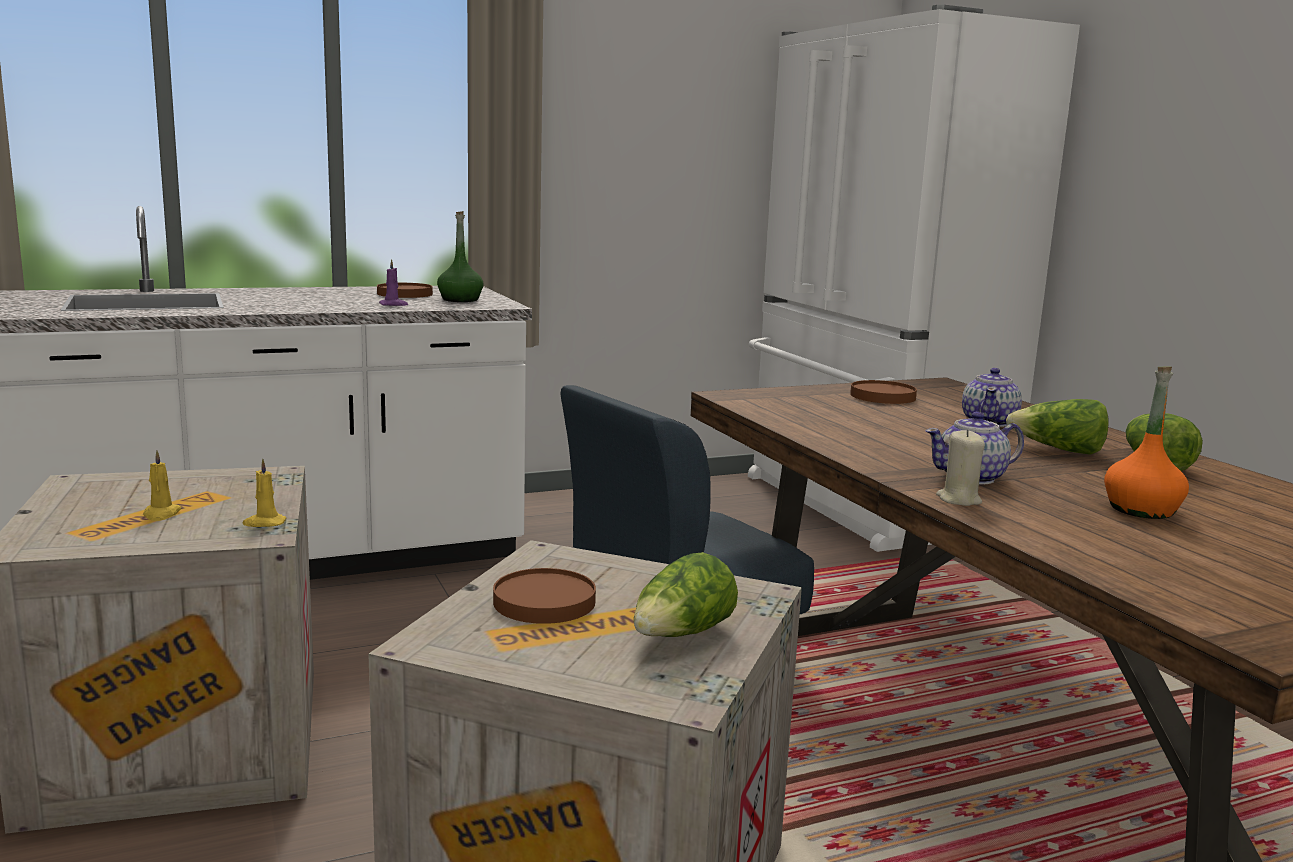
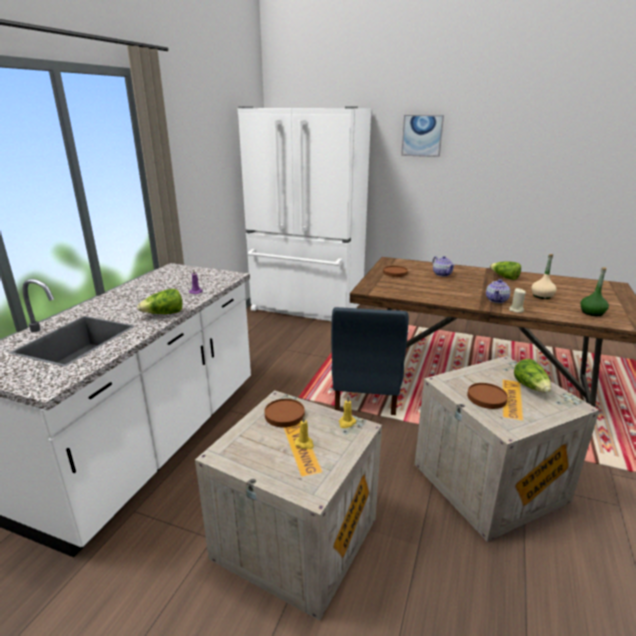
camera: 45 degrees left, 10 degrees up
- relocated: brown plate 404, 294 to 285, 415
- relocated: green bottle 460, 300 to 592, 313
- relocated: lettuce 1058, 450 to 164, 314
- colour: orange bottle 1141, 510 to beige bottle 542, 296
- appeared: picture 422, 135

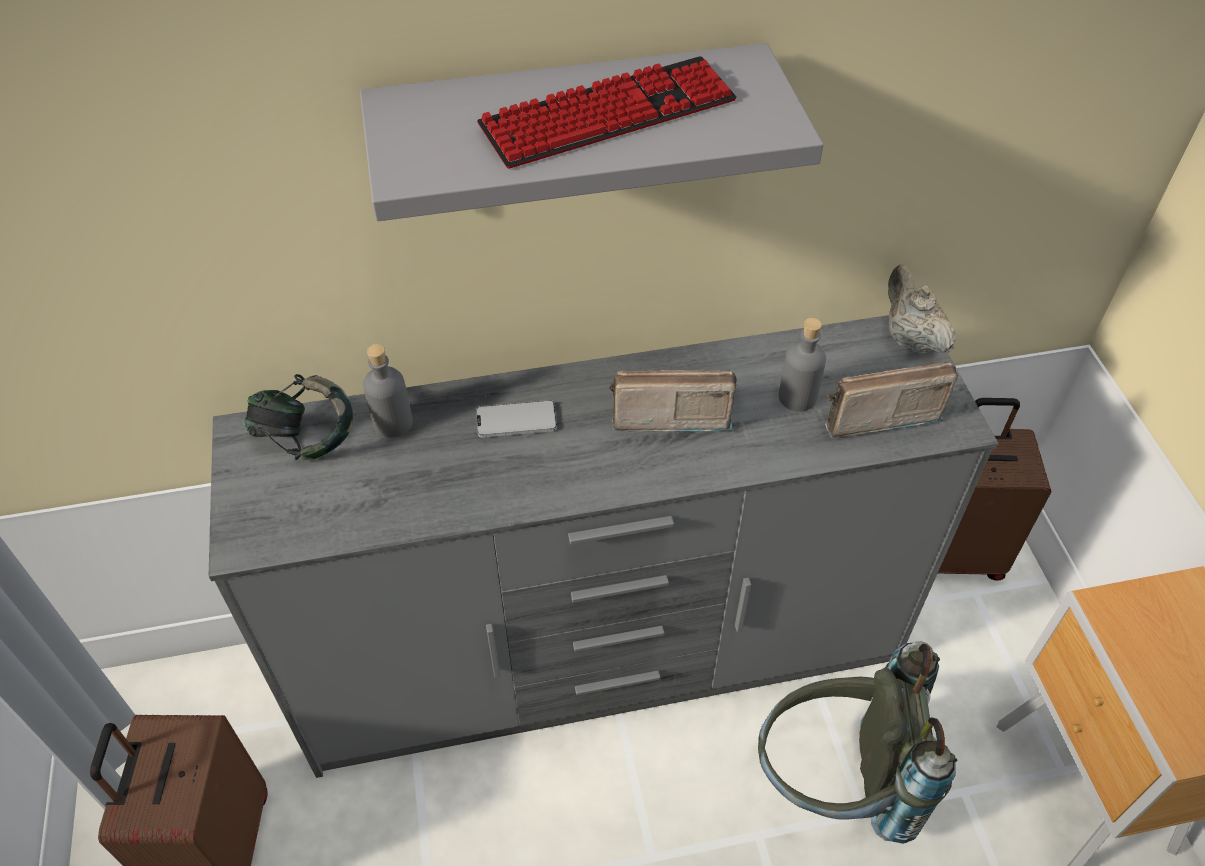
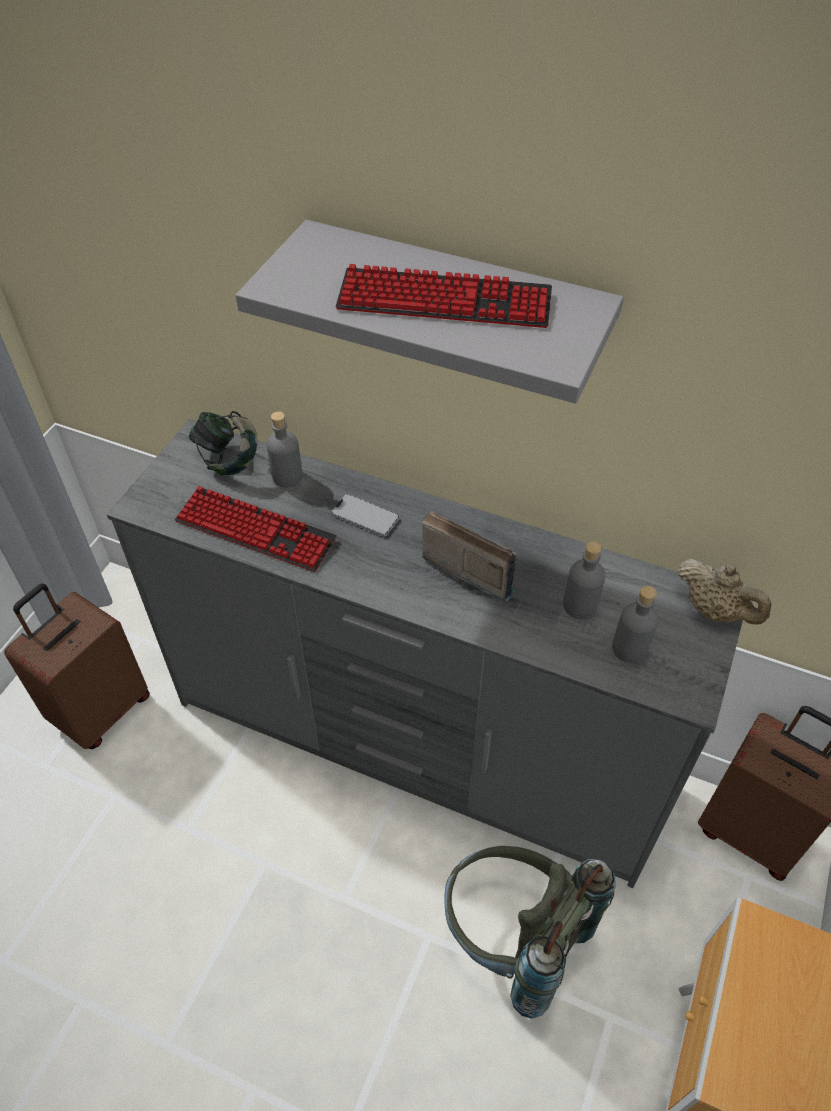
camera: 35 degrees right, 0 degrees up
- exchanged: radio 872, 412 to grey bottle 629, 649
- spun: beige teapot 910, 339 = 714, 610 120 degrees clockwise
- appeared: keyboard 255, 531

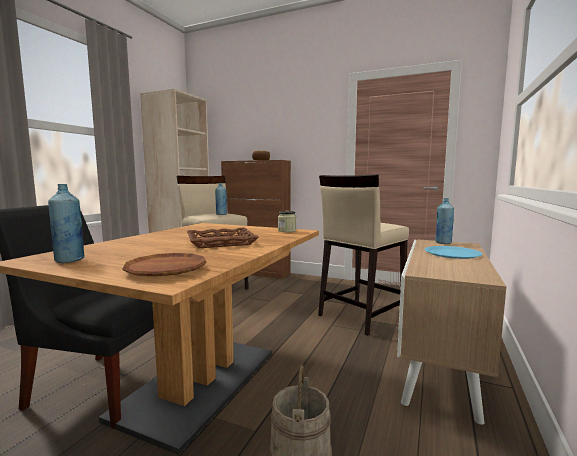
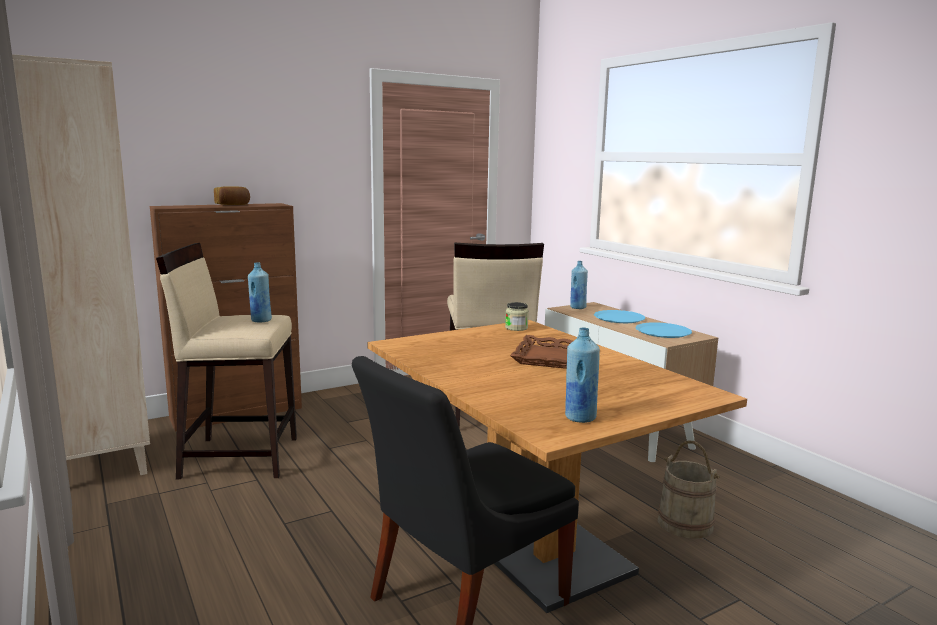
camera: 55 degrees left, 5 degrees up
- missing: brown plate 166, 270
- appeared: blue plate 663, 331

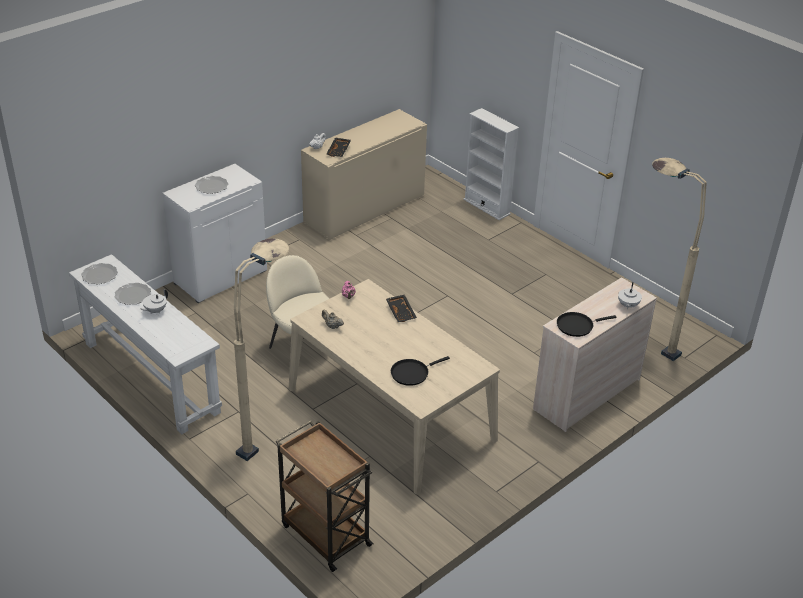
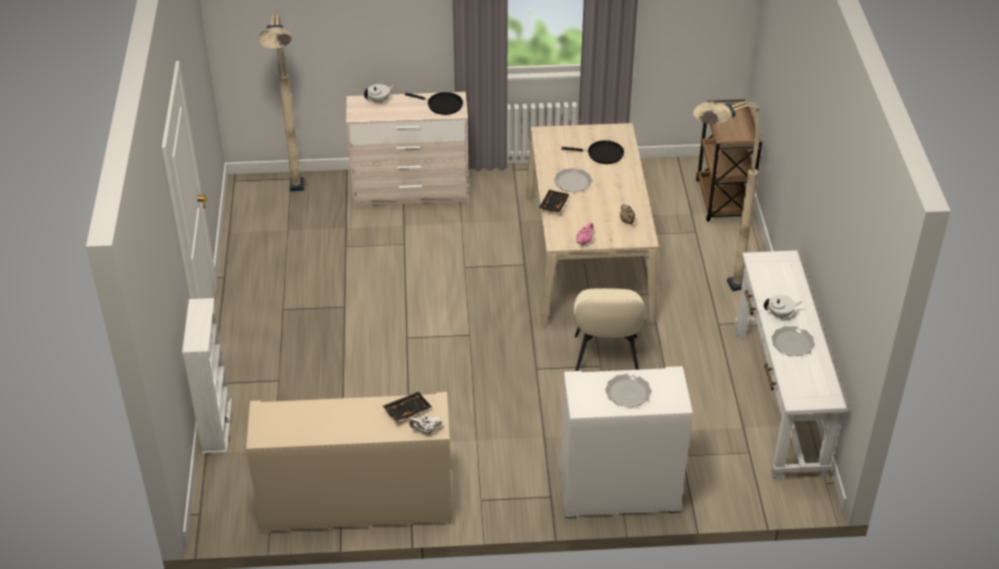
camera: 140 degrees left, 5 degrees up
- relocated: plate 99, 275 to 573, 181

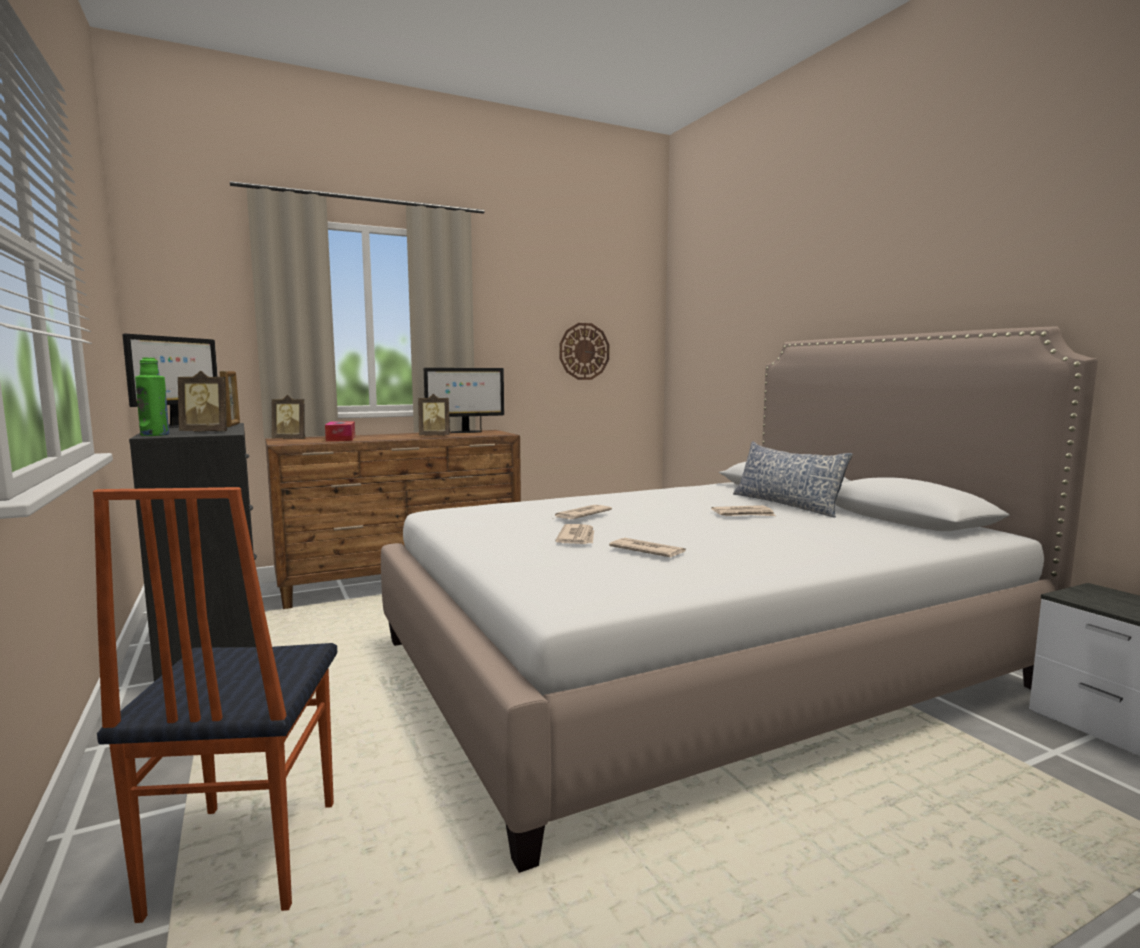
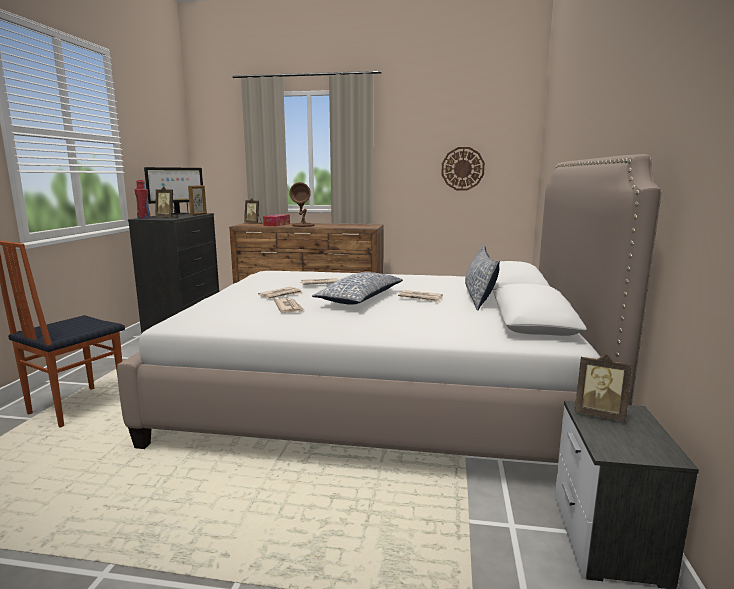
camera: 35 degrees right, 5 degrees up
- colour: green bottle 155, 435 to red bottle 144, 218
- relocated: picture frame 434, 436 to 599, 414
- missing: monitor 465, 432
- appeared: brown table lamp 303, 225
- appeared: pillow 361, 299

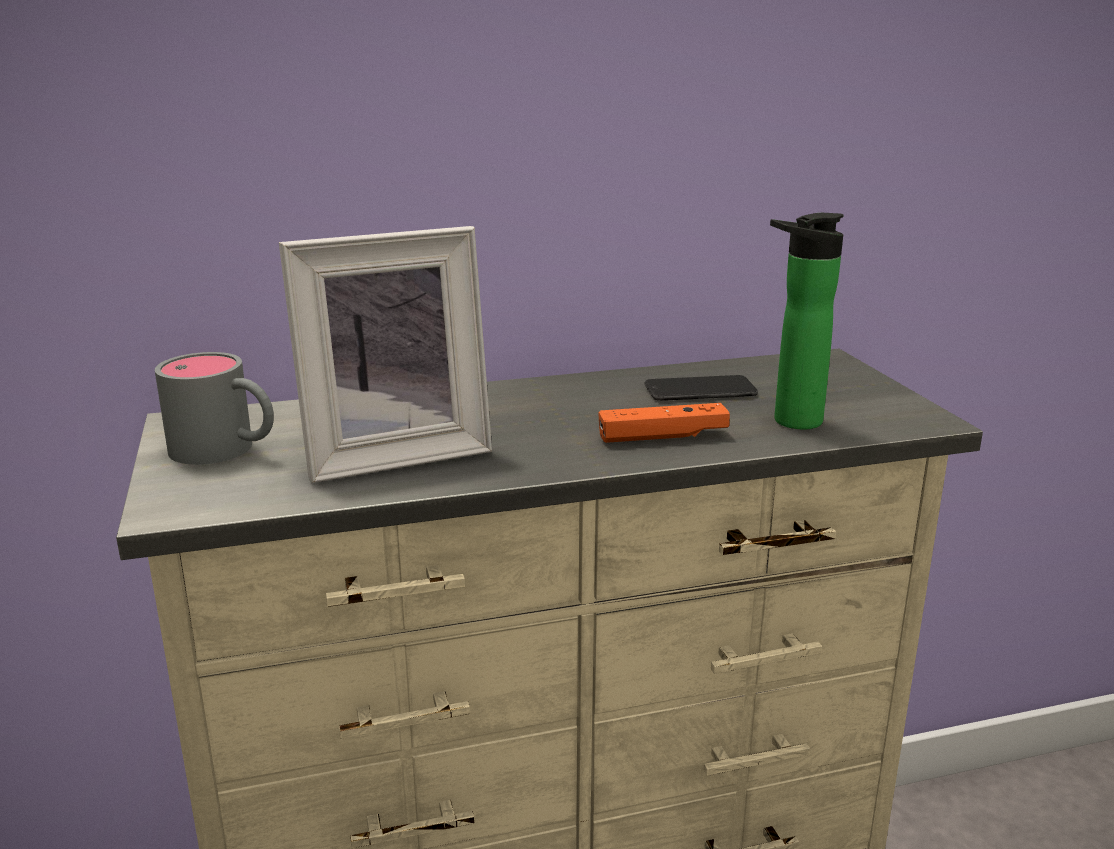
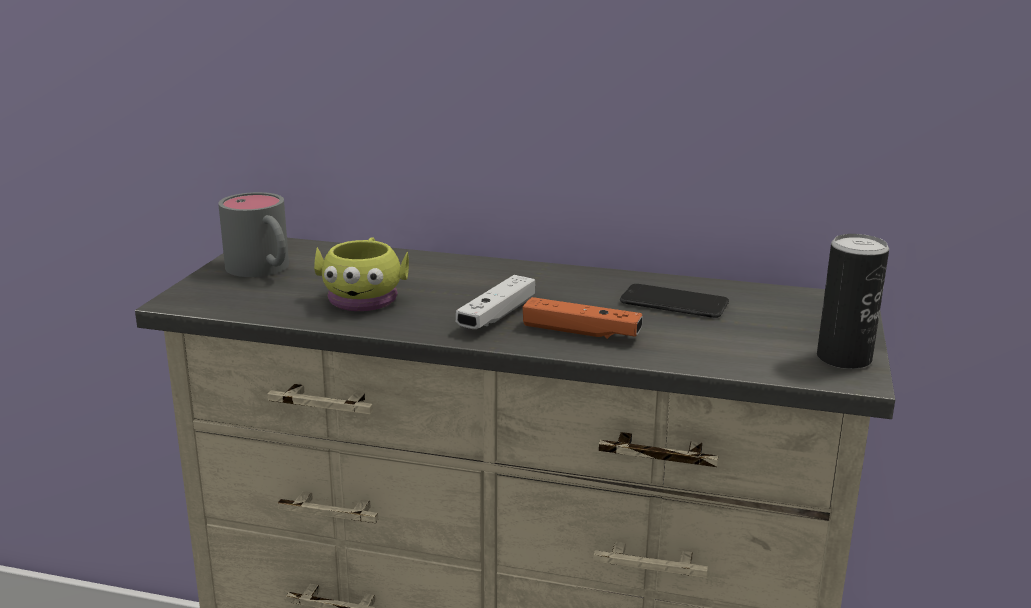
camera: 30 degrees right, 0 degrees up
- exchanged: picture frame 394, 453 to yellow mug 364, 297
- missing: bottle 791, 422
- appeared: white game controller 497, 316
- appeared: can 844, 358

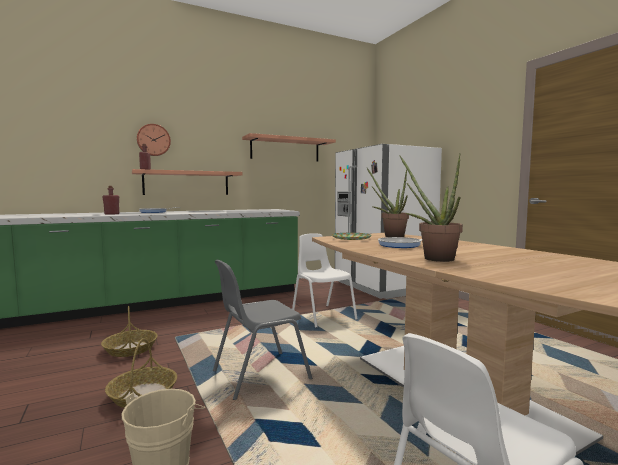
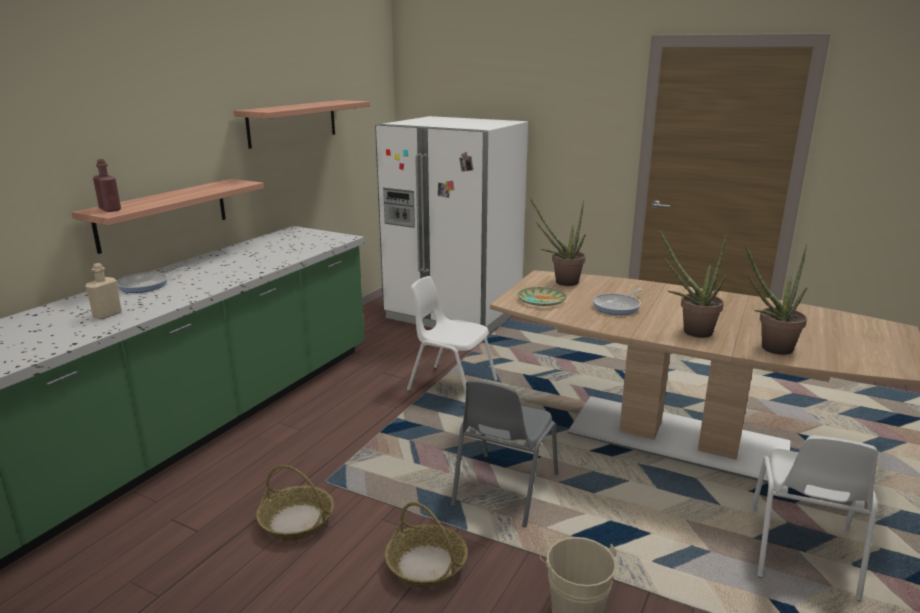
camera: 35 degrees left, 15 degrees up
- colour: red bottle 111, 214 to beige bottle 107, 314
- missing: wall clock 153, 140
- appeared: potted plant 770, 349

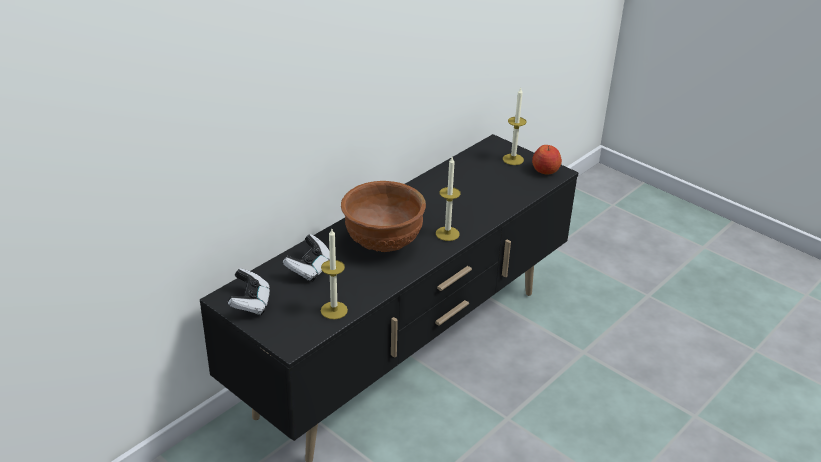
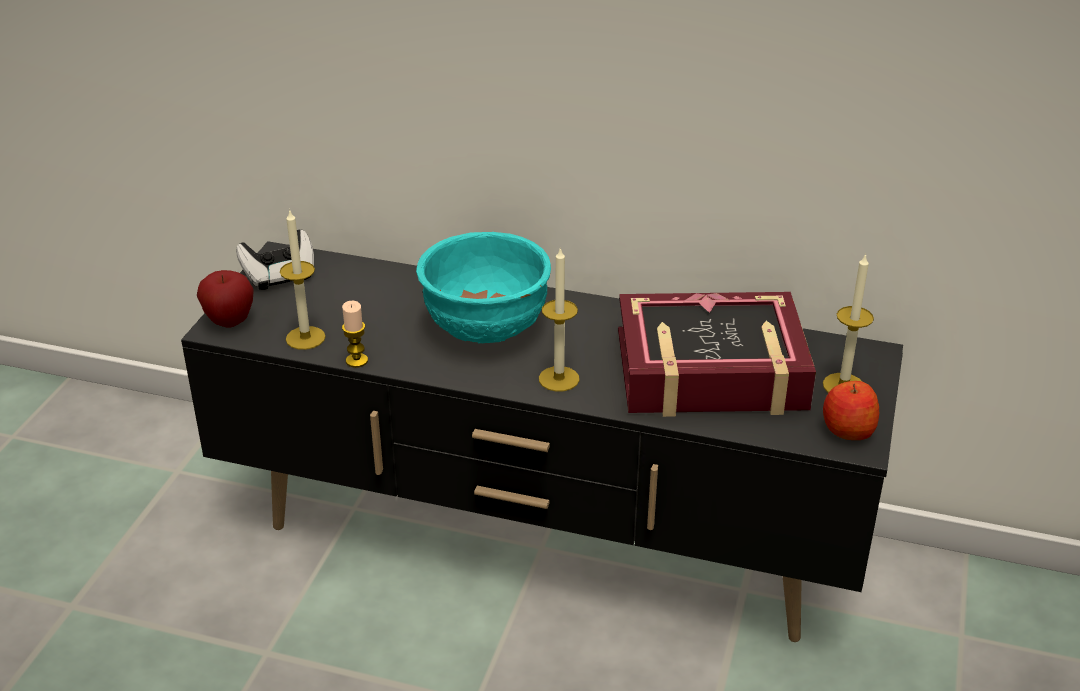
camera: 65 degrees right, 0 degrees up
- missing: game controller 310, 269
- colour: brown bowl 382, 243 to turquoise bowl 485, 330
- appeared: apple 229, 322
- appeared: candle 356, 361
- appeared: book 710, 371

